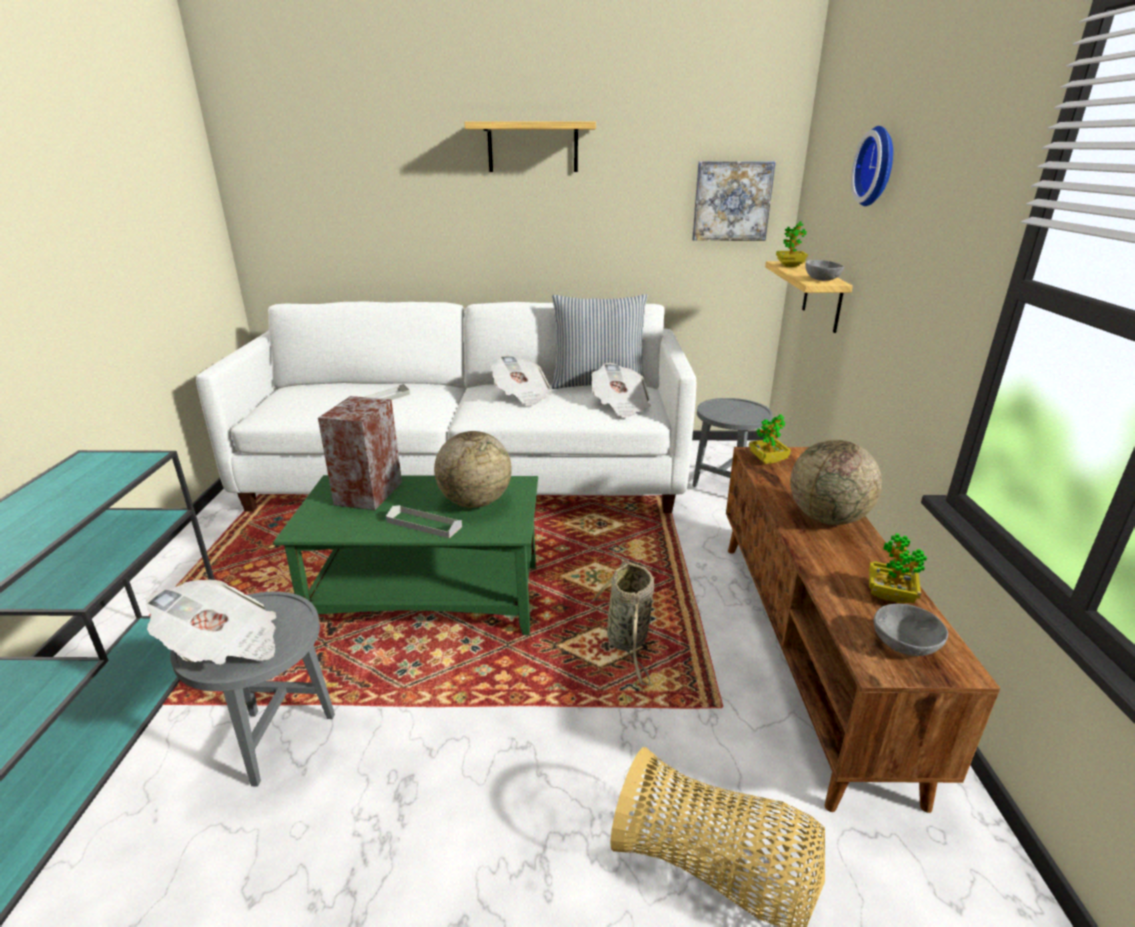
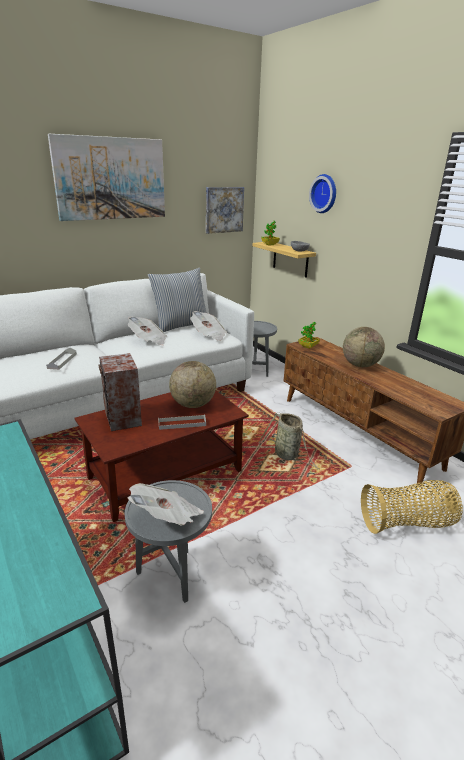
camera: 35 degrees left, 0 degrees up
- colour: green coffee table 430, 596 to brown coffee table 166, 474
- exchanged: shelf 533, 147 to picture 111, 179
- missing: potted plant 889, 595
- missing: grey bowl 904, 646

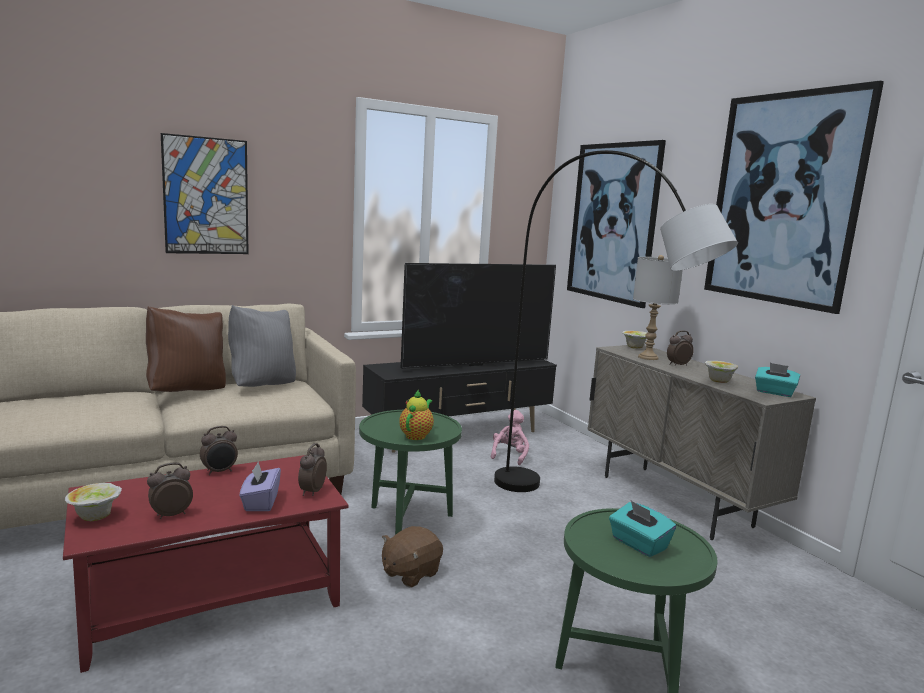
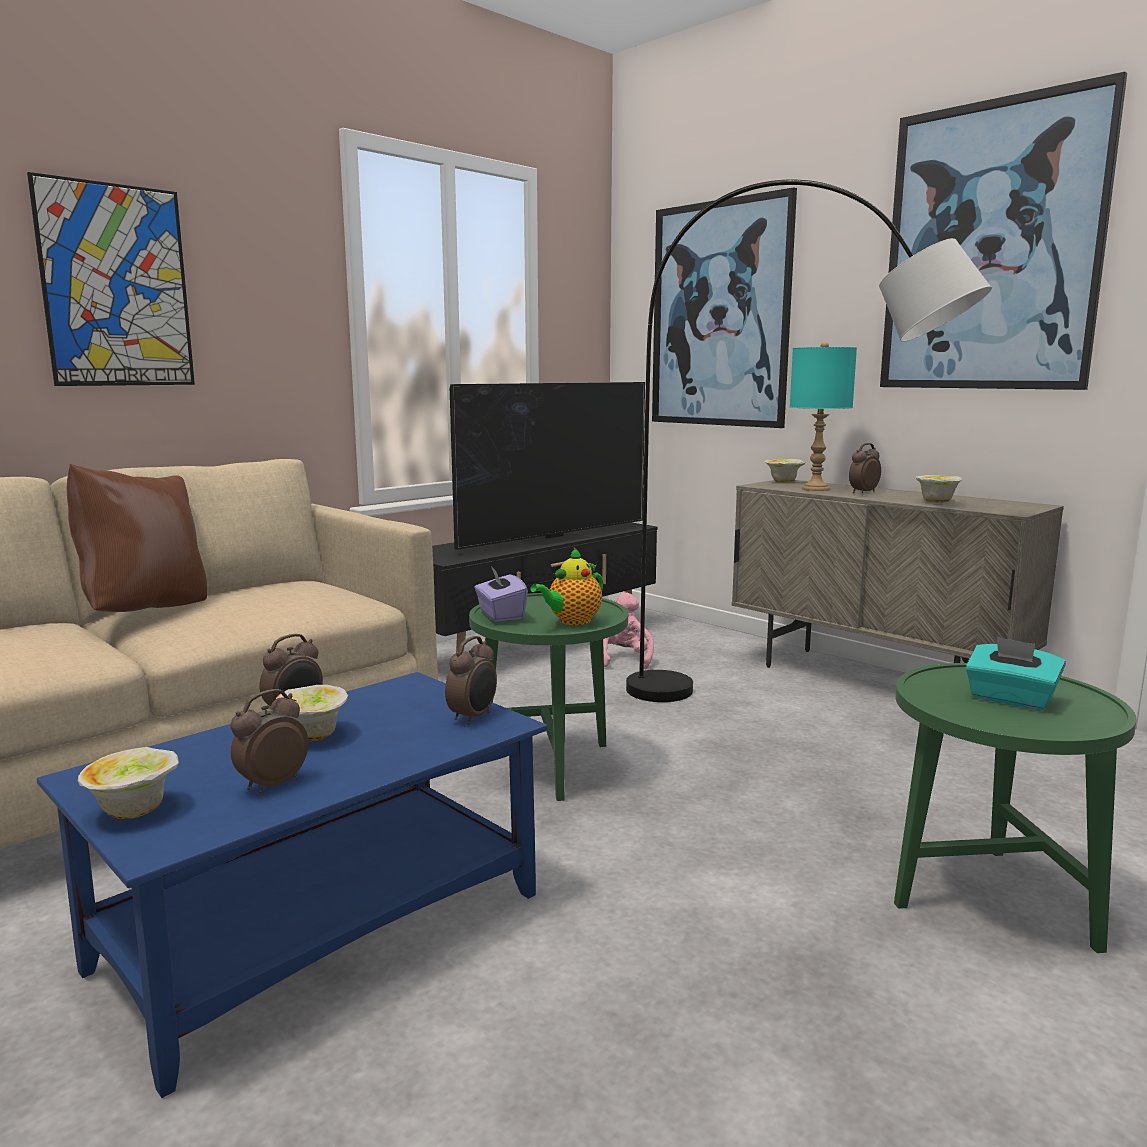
camera: 15 degrees left, 0 degrees up
- colour: red coffee table 213, 599 to blue coffee table 325, 929
- missing: grey pillow 262, 385
- relocated: purple tissue box 260, 502 to 500, 614
- spun: alarm clock 311, 491 = 473, 717 150 degrees counterclockwise
- missing: brown plush toy 410, 573
- spun: teapot 417, 435 = 571, 621 135 degrees counterclockwise
- colour: grey table lamp 648, 357 to turquoise table lamp 815, 489
- missing: turquoise tissue box 774, 392
- appeared: bowl 315, 736

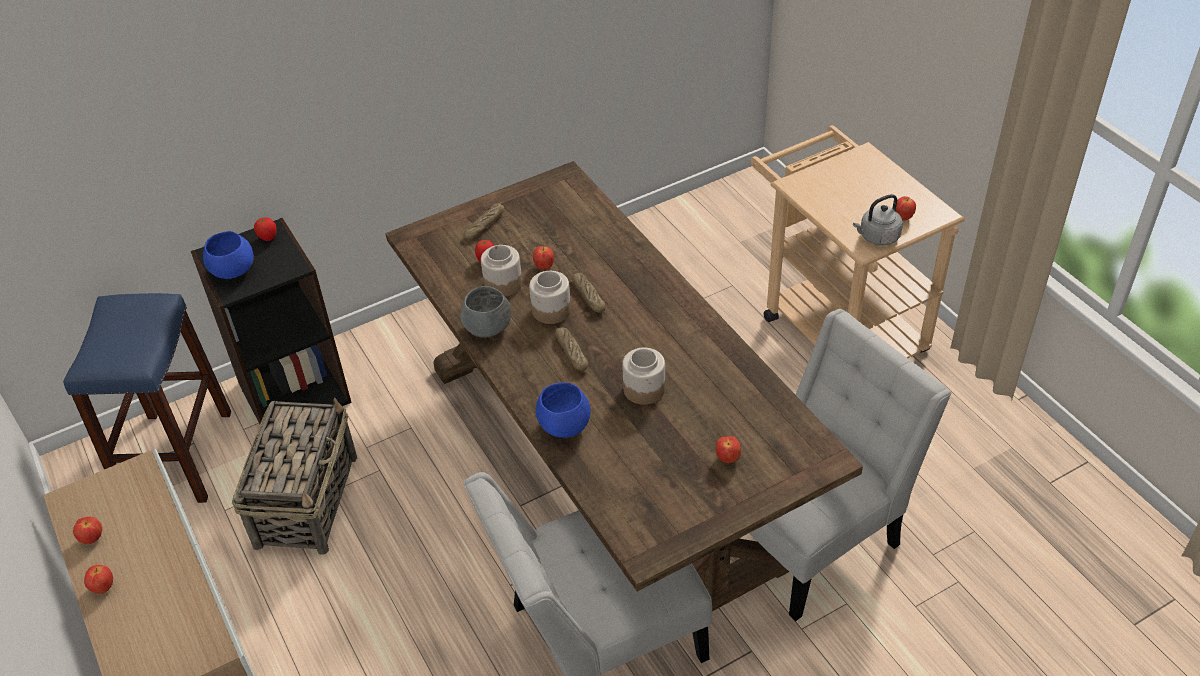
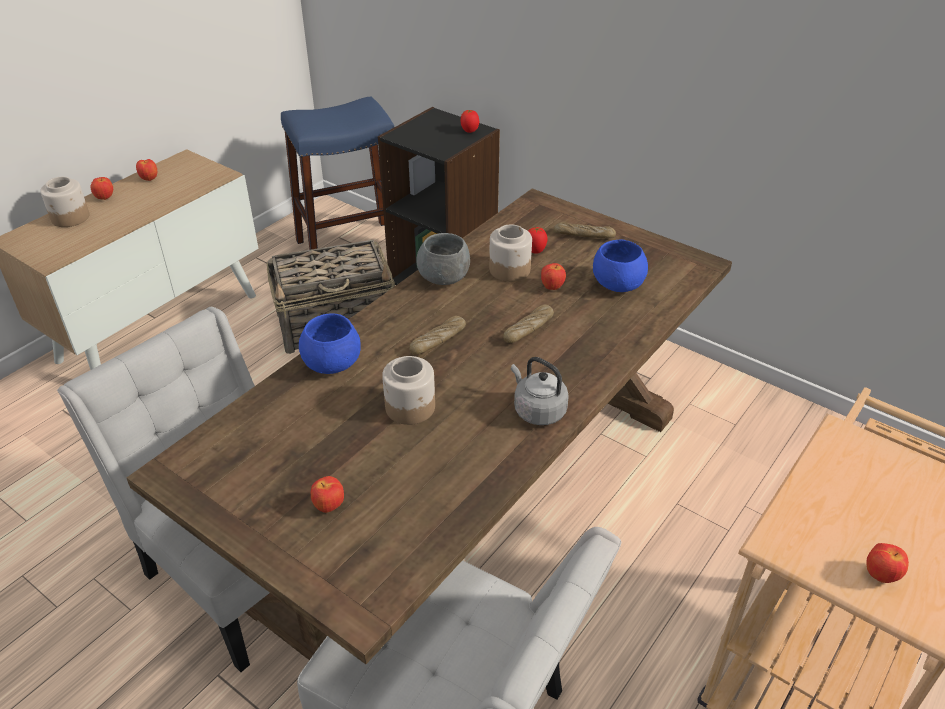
camera: 65 degrees right, 5 degrees down
- relocated: blue bowl 232, 270 to 617, 284
- relocated: jar 552, 310 to 70, 218
- relocated: grey kettle 877, 237 to 537, 410

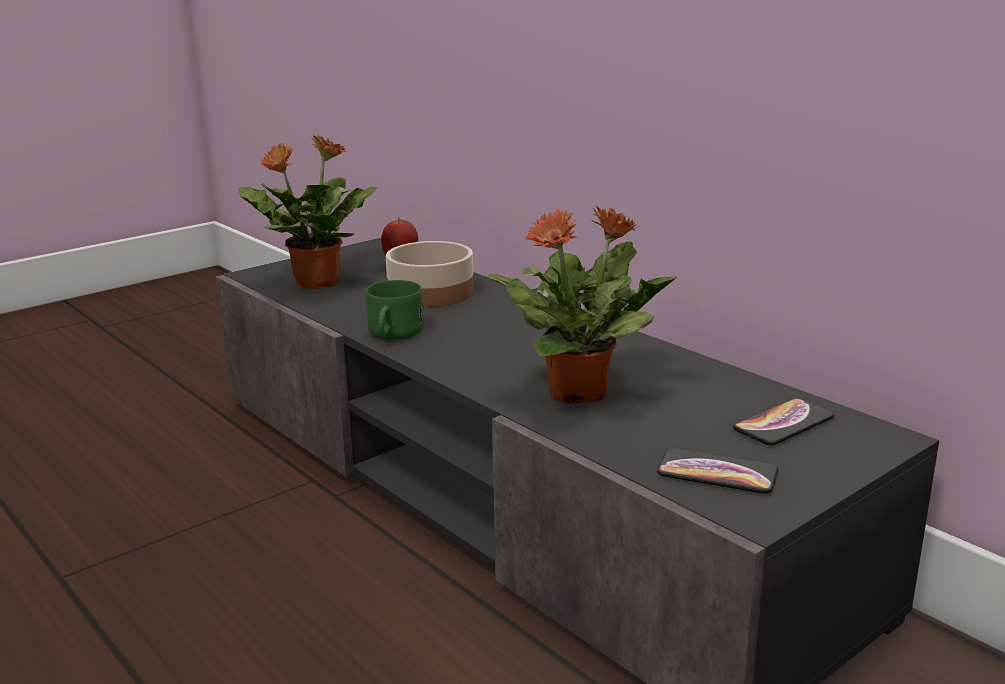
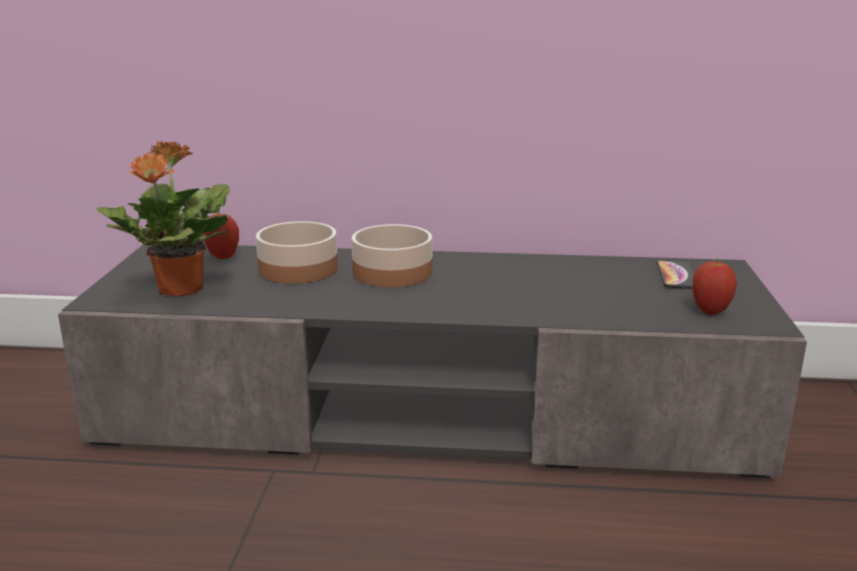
camera: 45 degrees left, 0 degrees up
- missing: green mug 393, 335
- missing: potted plant 580, 393
- exchanged: phone 717, 473 to apple 710, 311
- appeared: bowl 392, 273

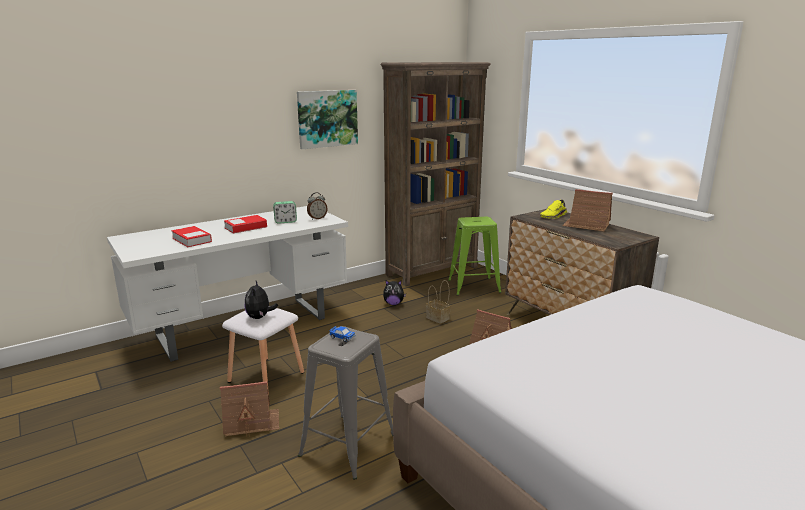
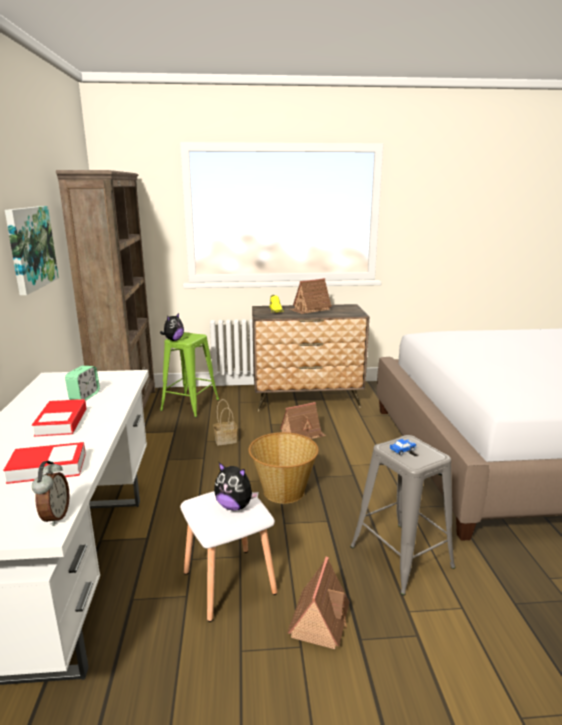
camera: 60 degrees left, 0 degrees up
- relocated: alarm clock 317, 218 to 55, 516
- relocated: plush toy 393, 303 to 173, 340
- appeared: basket 283, 491

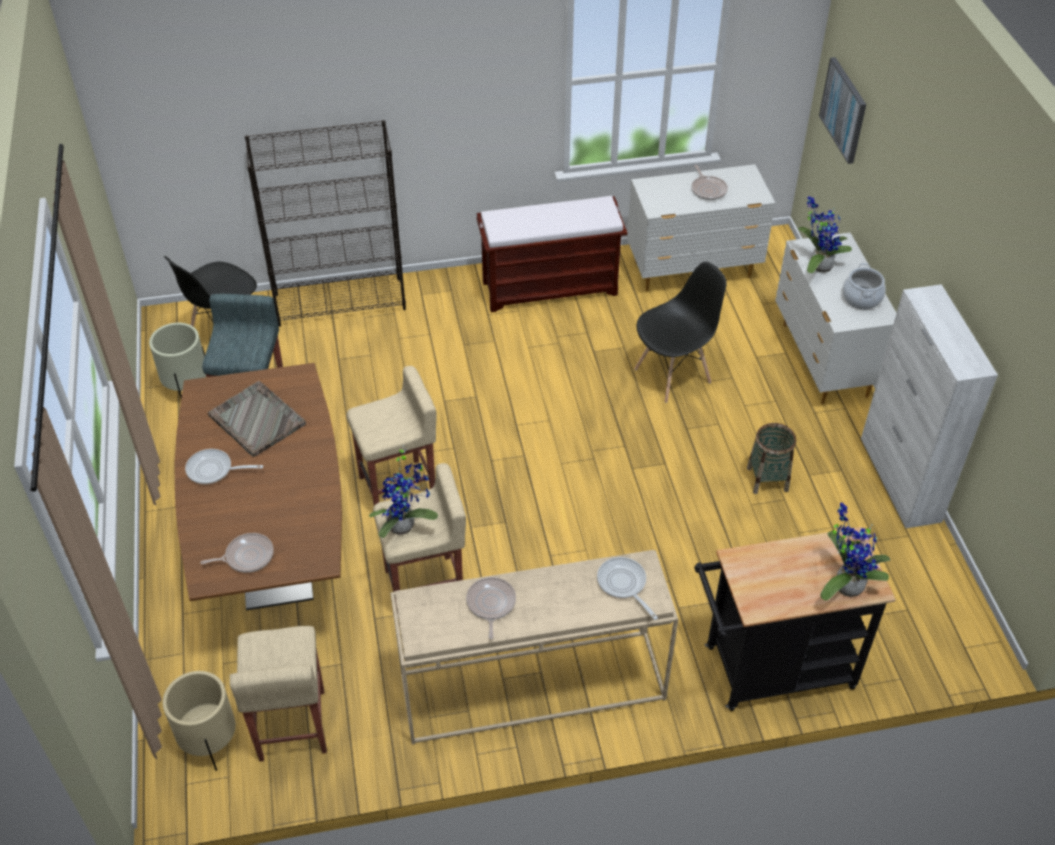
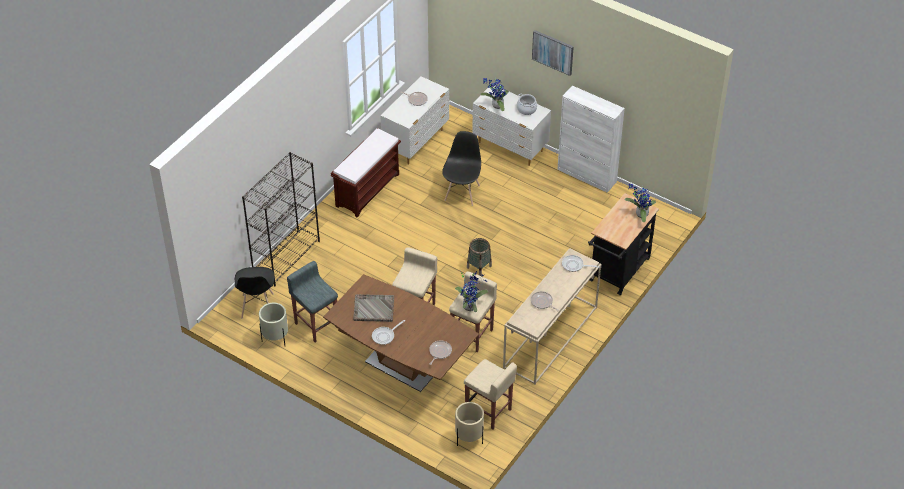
camera: 45 degrees left, 0 degrees up
- relocated: basket 767, 479 to 479, 267
- relocated: picture 844, 110 to 553, 52

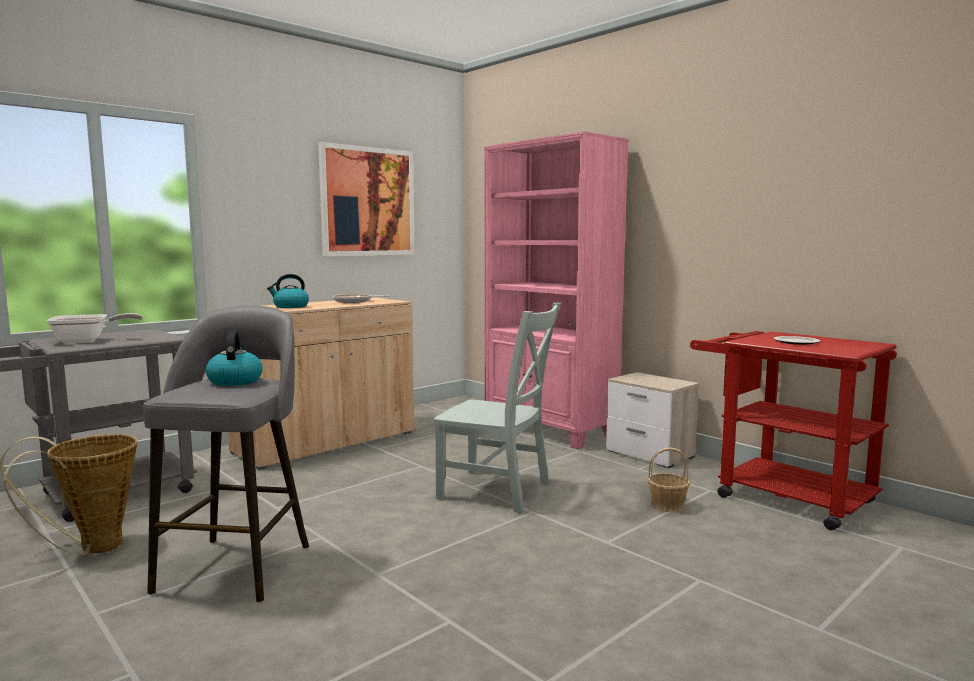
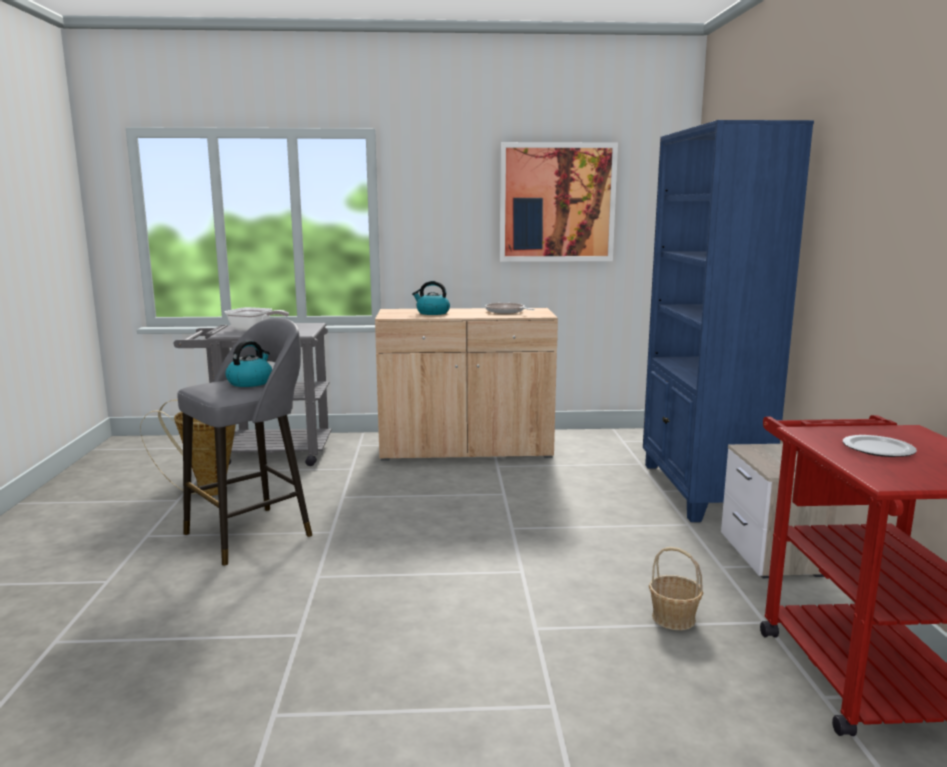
camera: 40 degrees right, 5 degrees up
- missing: grey chair 499, 492
- colour: pink bookcase 549, 429 to blue bookcase 700, 491

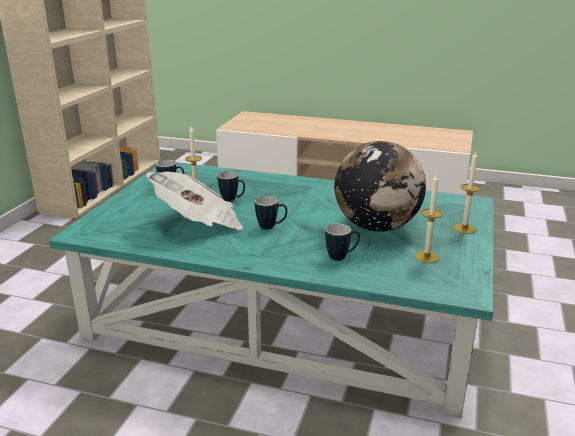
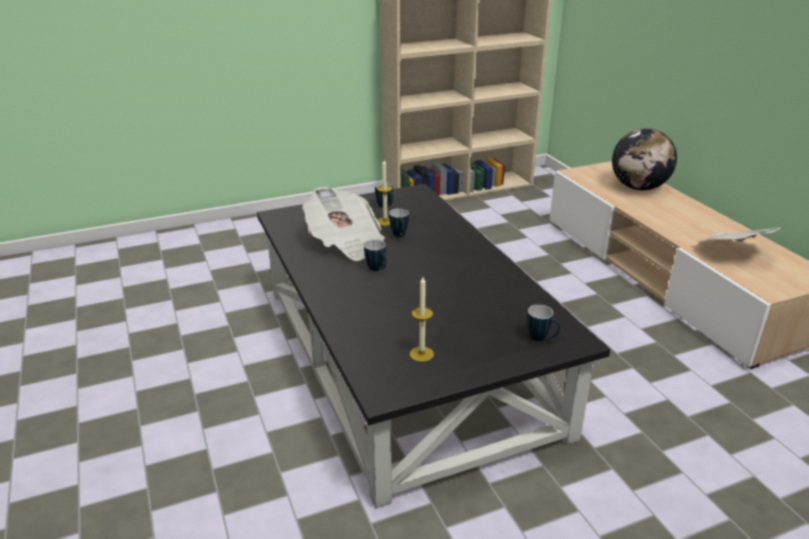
camera: 50 degrees right, 5 degrees up
- colour: turquoise coffee table 290, 313 to black coffee table 407, 358
- relocated: mug 342, 257 to 542, 339
- relocated: globe 377, 227 to 638, 187
- missing: candle 464, 228
- appeared: newspaper 733, 252

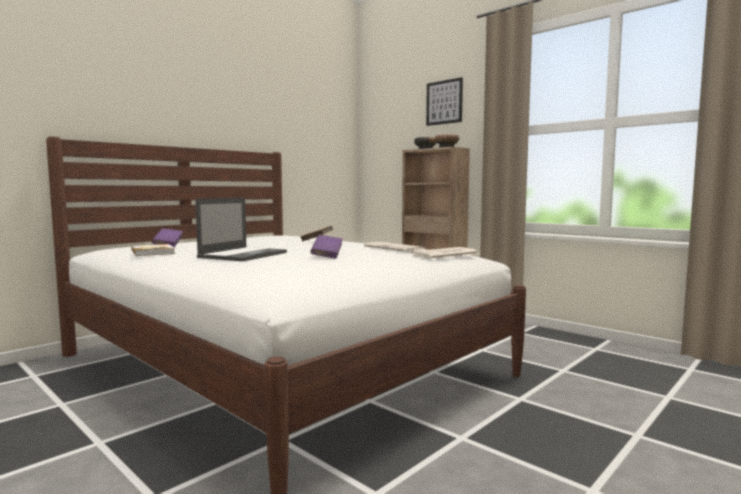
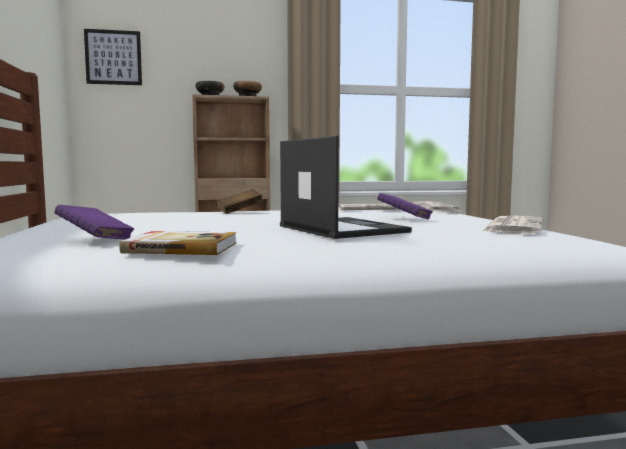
camera: 55 degrees left, 0 degrees up
- relocated: picture 444, 102 to 113, 57
- appeared: newspaper 512, 227

